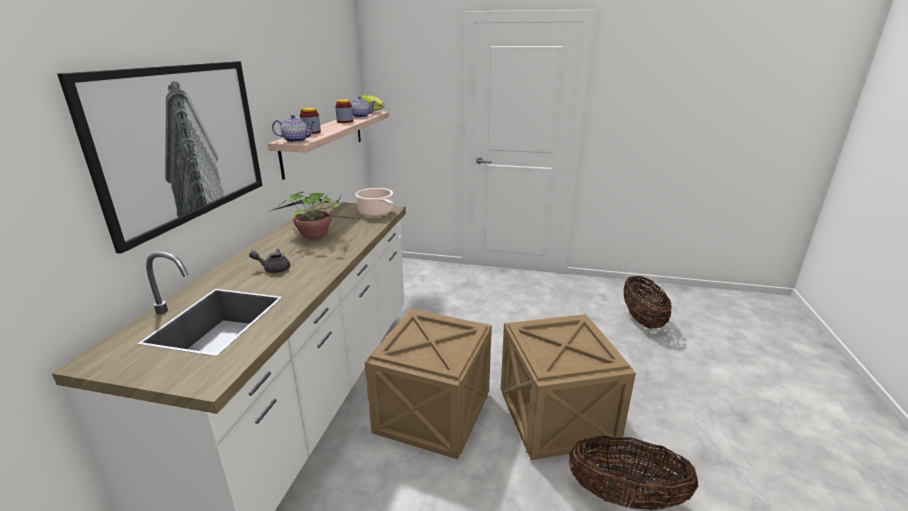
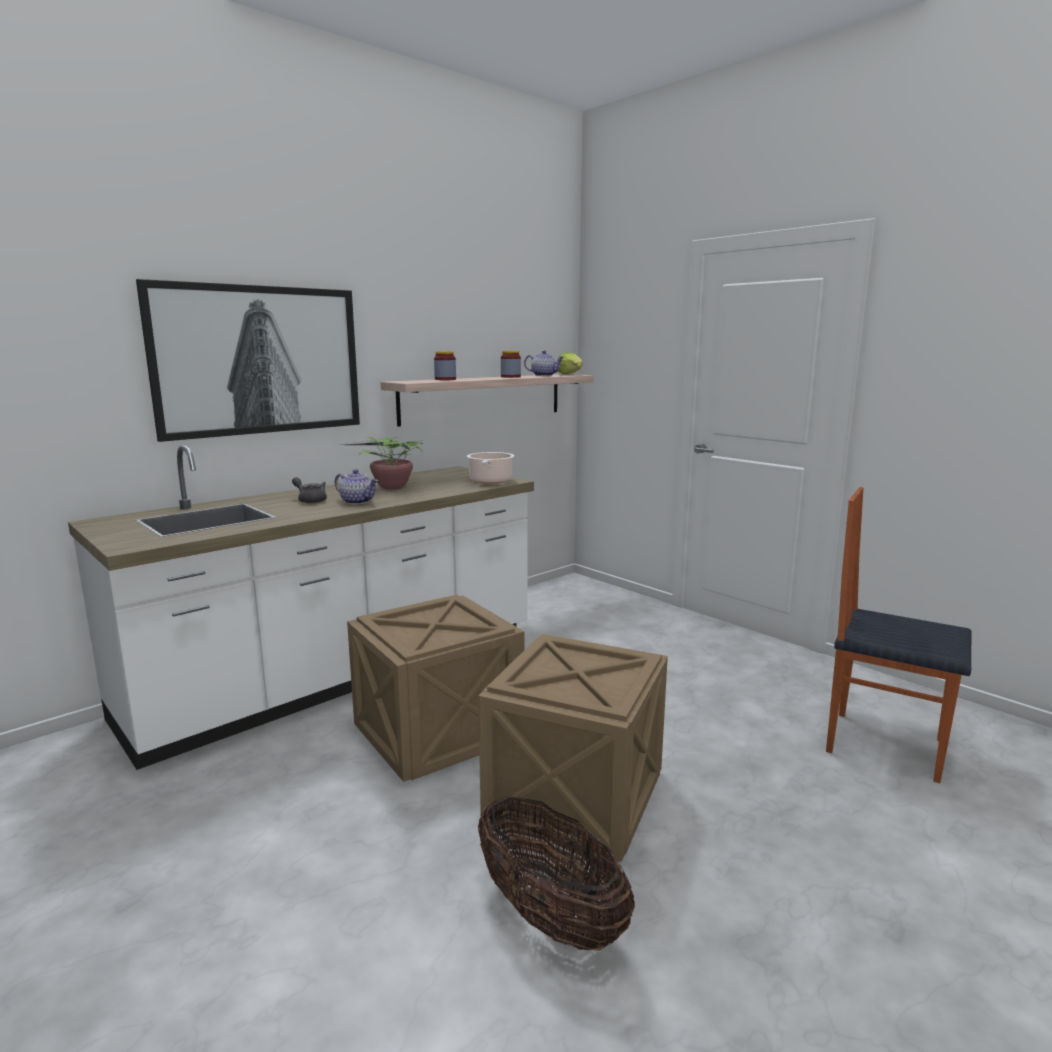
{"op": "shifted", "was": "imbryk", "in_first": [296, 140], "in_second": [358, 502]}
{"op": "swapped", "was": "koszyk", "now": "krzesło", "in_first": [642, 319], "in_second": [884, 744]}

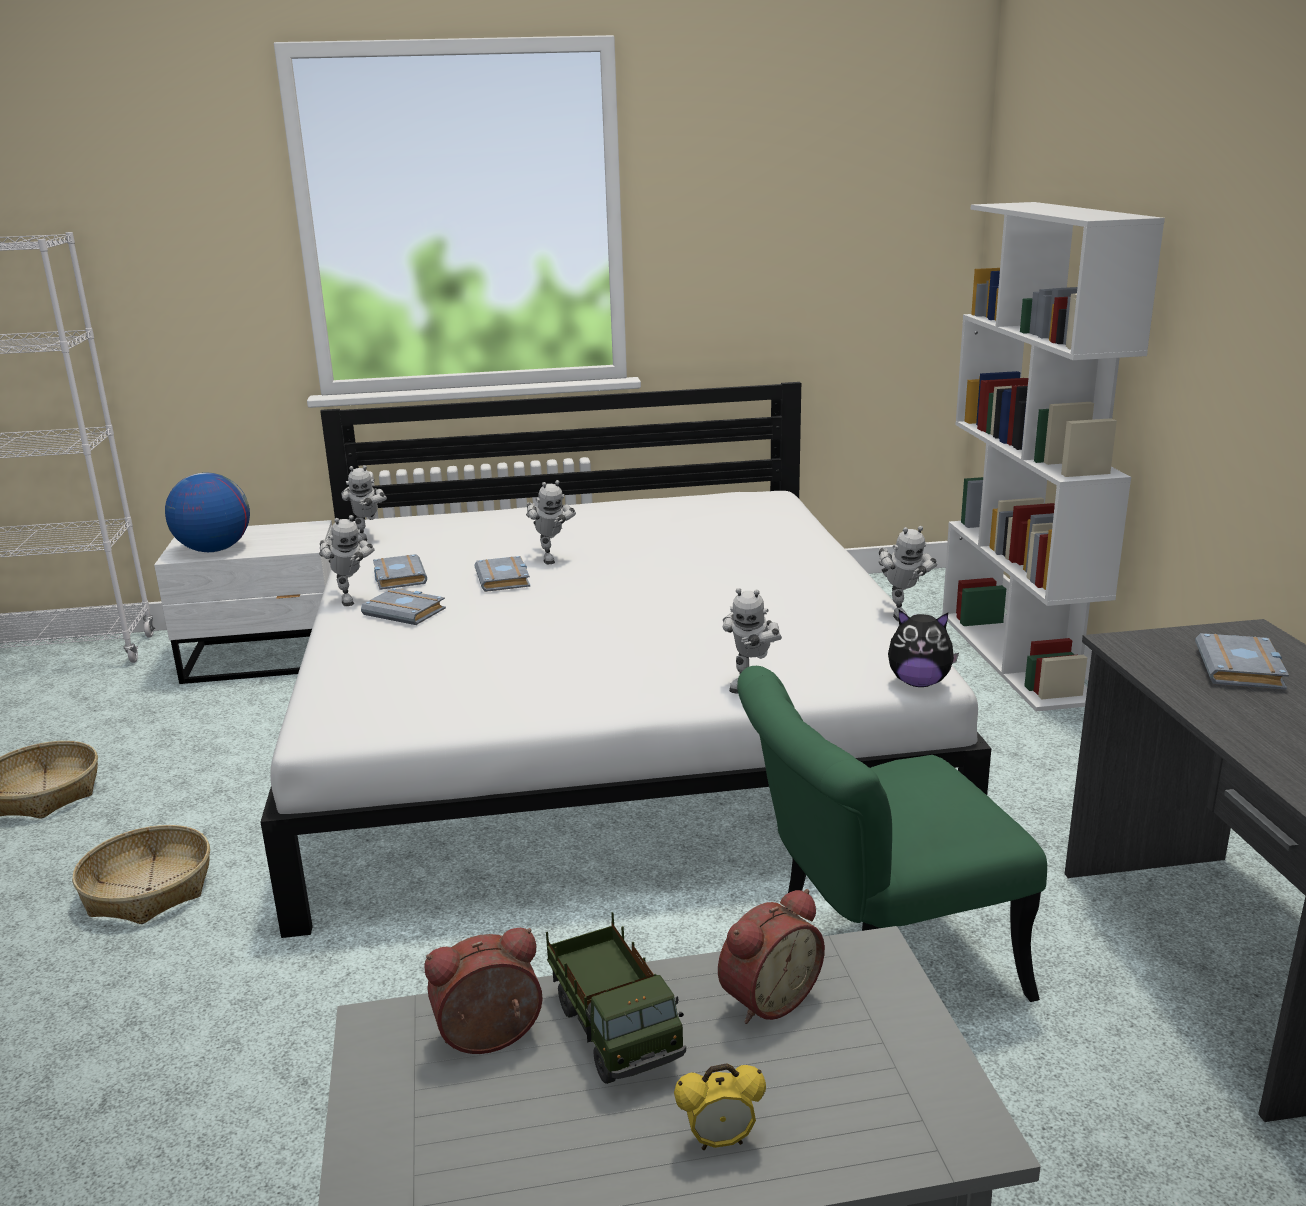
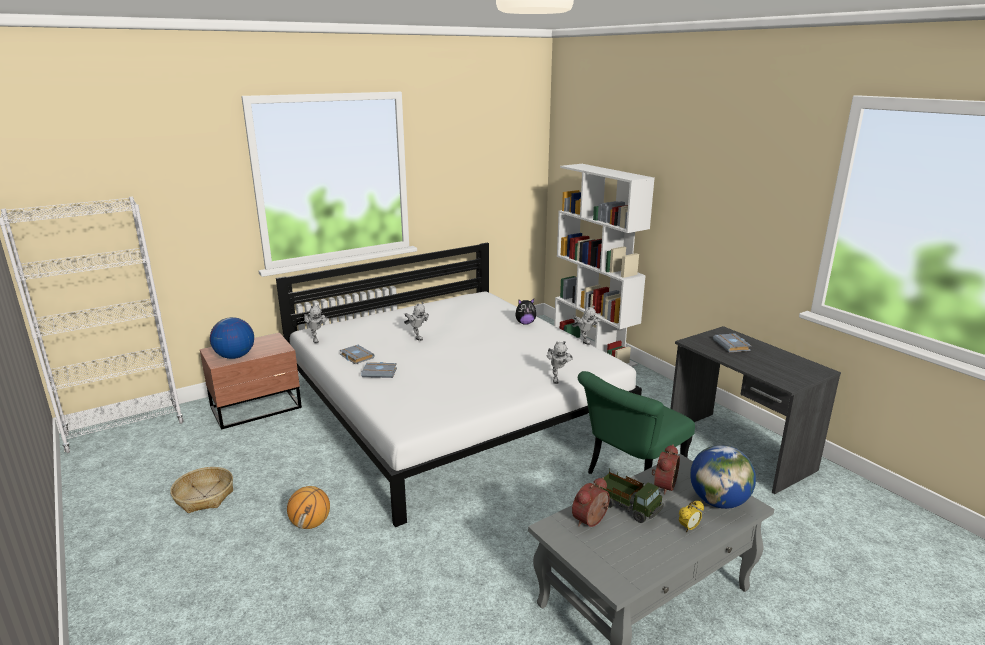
{"op": "gone", "was": "robot zabawkowy", "in_first": [349, 598]}
{"op": "gone", "was": "książka [szary]", "in_first": [505, 579]}
{"op": "new", "now": "globus", "in_second": [718, 501]}
{"op": "shifted", "was": "pluszak", "in_first": [919, 683], "in_second": [525, 323]}
{"op": "swapped", "was": "koszyk", "now": "piłka do koszykówki", "in_first": [149, 889], "in_second": [311, 524]}
{"op": "repainted", "was": "szafka nocna [biały]", "now": "szafka nocna [brązowy]", "in_first": [268, 658], "in_second": [257, 408]}

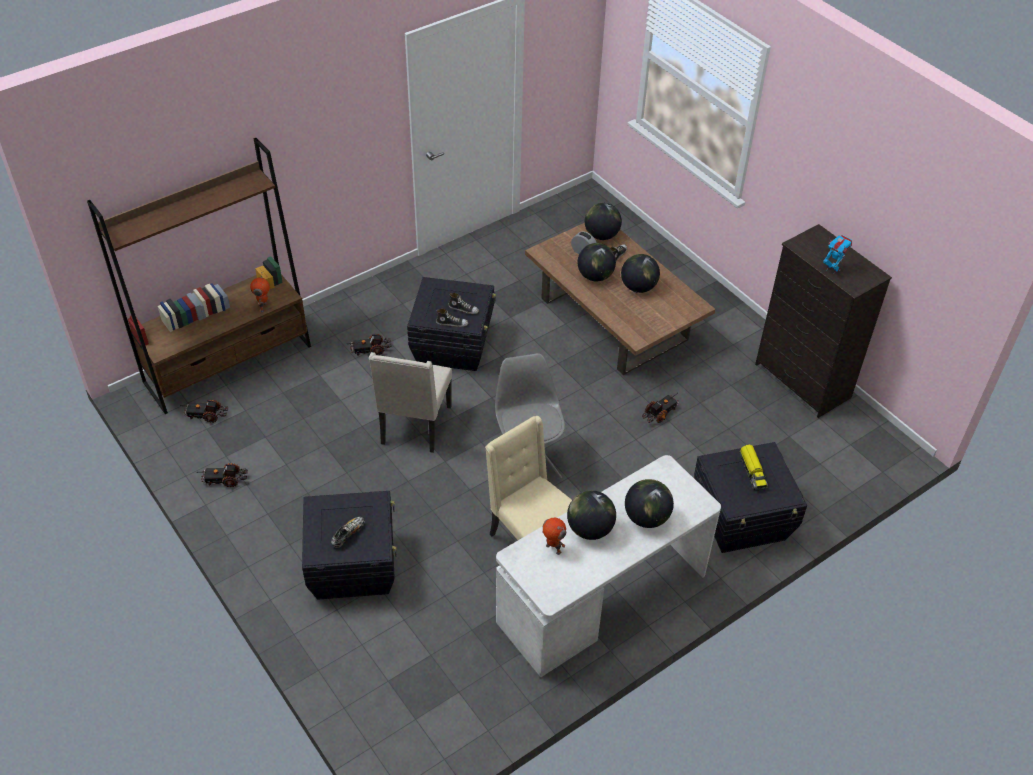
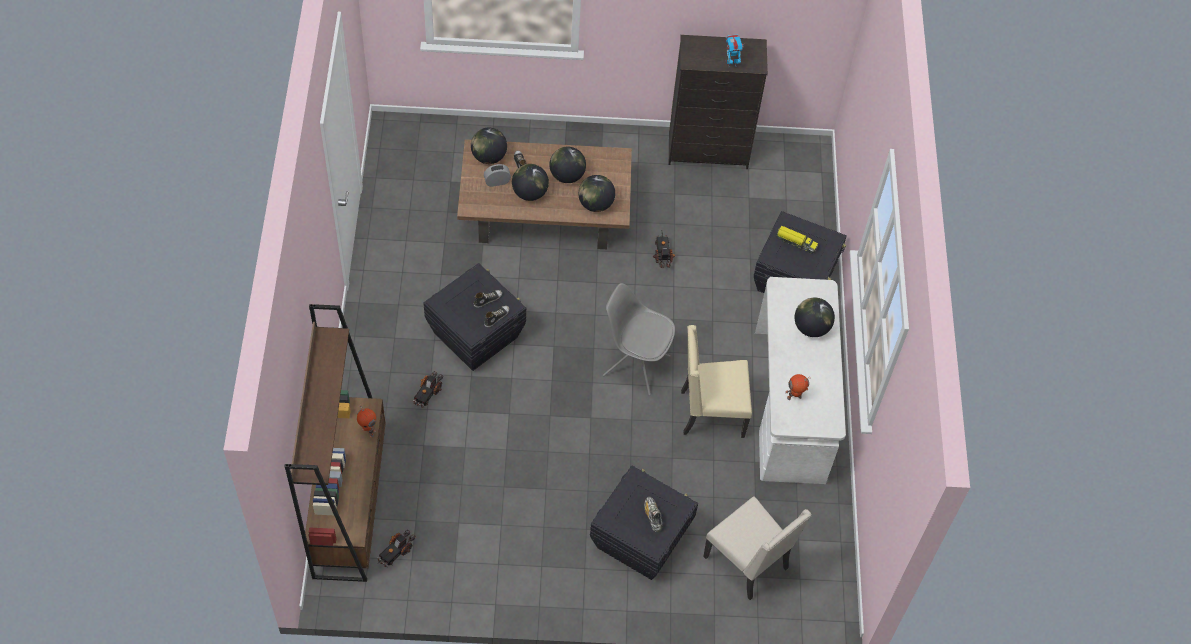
{"op": "gone", "was": "ciężarówka zabawkowa", "in_first": [225, 479]}
{"op": "shifted", "was": "krzesło [beżowy]", "in_first": [414, 426], "in_second": [748, 563]}
{"op": "shifted", "was": "globus", "in_first": [590, 529], "in_second": [596, 204]}

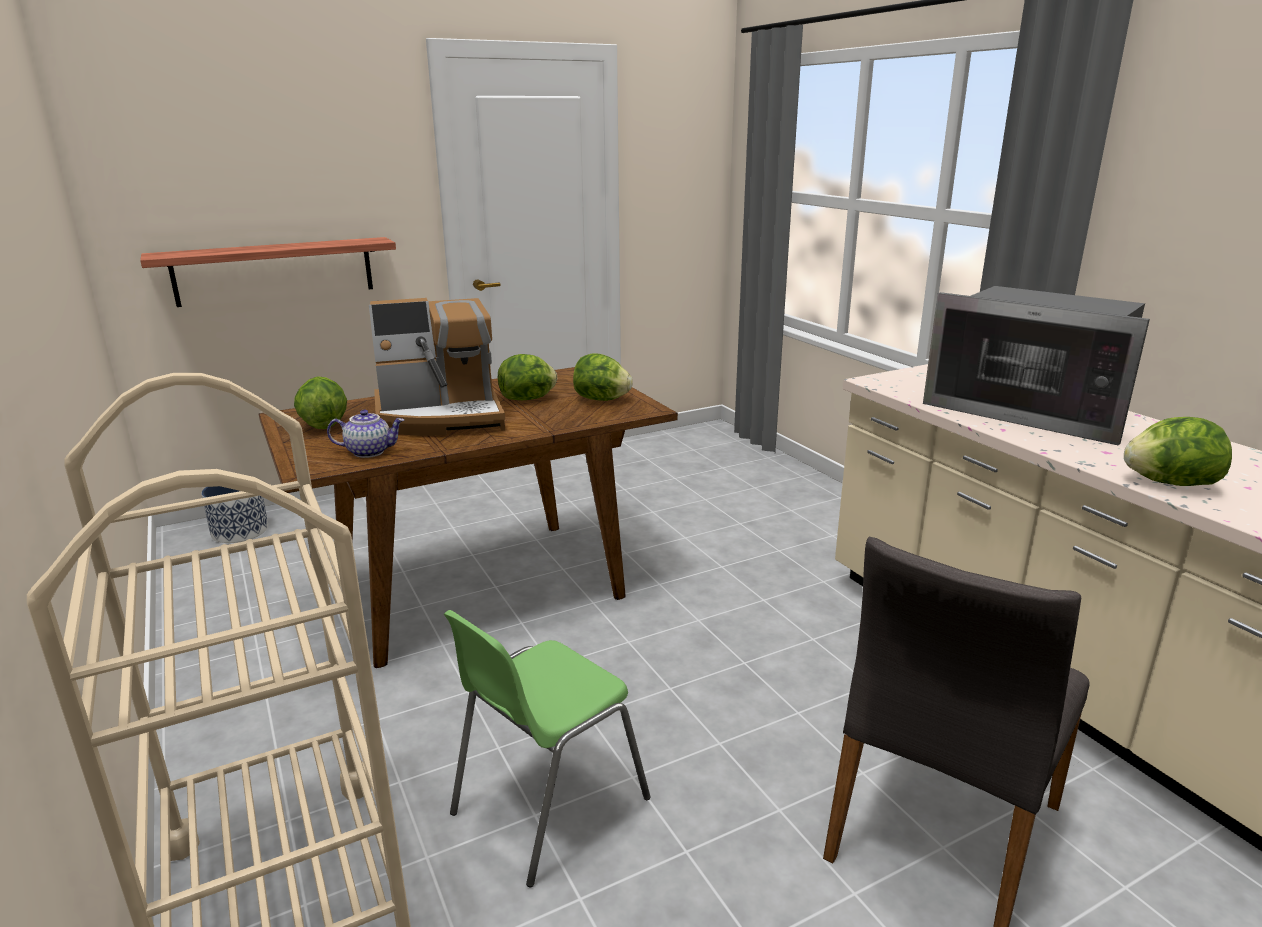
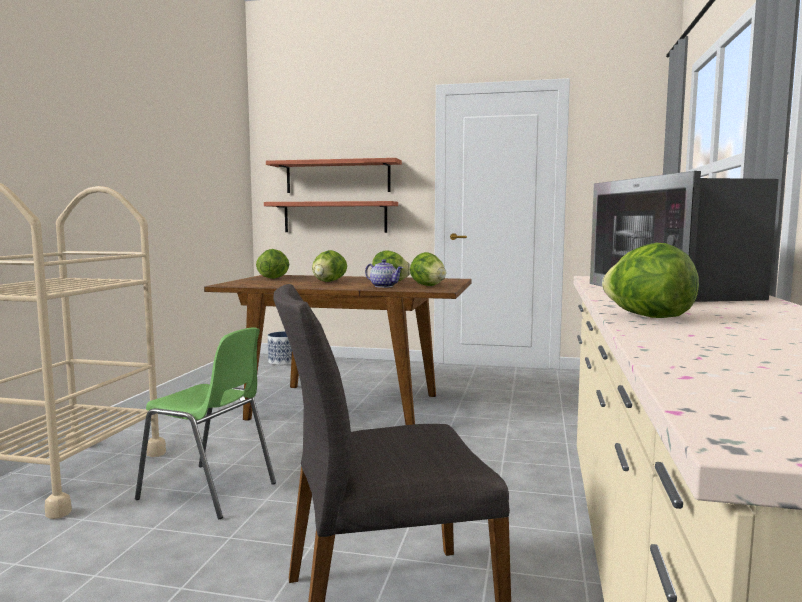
{"op": "new", "now": "półka", "in_second": [337, 177]}
{"op": "shifted", "was": "imbryk", "in_first": [370, 452], "in_second": [384, 286]}
{"op": "swapped", "was": "ekspres do kawy", "now": "sałata", "in_first": [441, 417], "in_second": [328, 281]}
{"op": "rotated", "was": "krzesło [zielony]", "in_first": [547, 805], "in_second": [209, 491], "clockwise": -150}

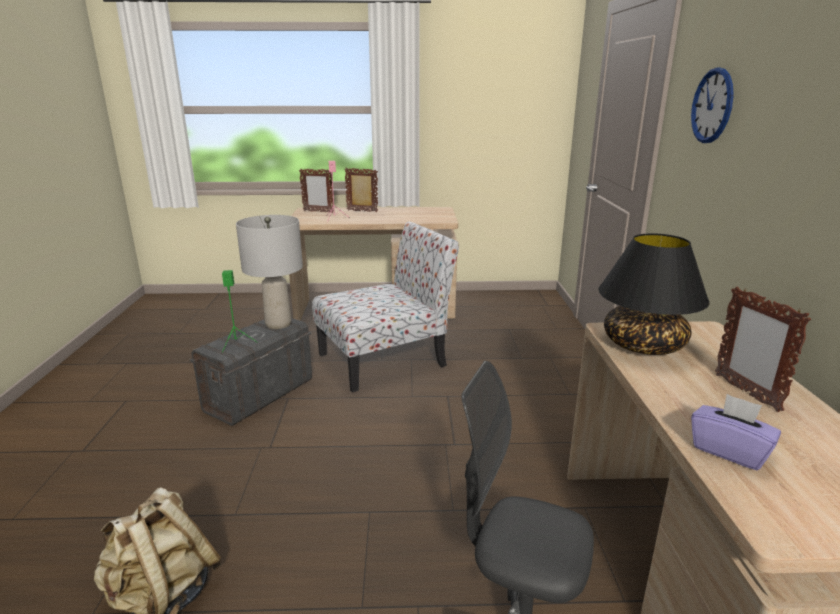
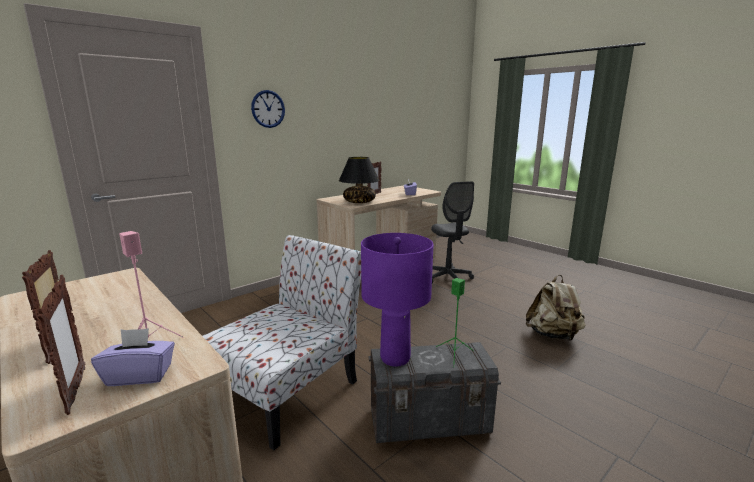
{"op": "new", "now": "pudełko chusteczek [fioletowy]", "in_second": [140, 375]}
{"op": "repainted", "was": "lampa stołowa [szary]", "now": "lampa stołowa [fioletowy]", "in_first": [278, 324], "in_second": [395, 358]}
{"op": "rotated", "was": "krzesło", "in_first": [385, 359], "in_second": [288, 390], "clockwise": 105}

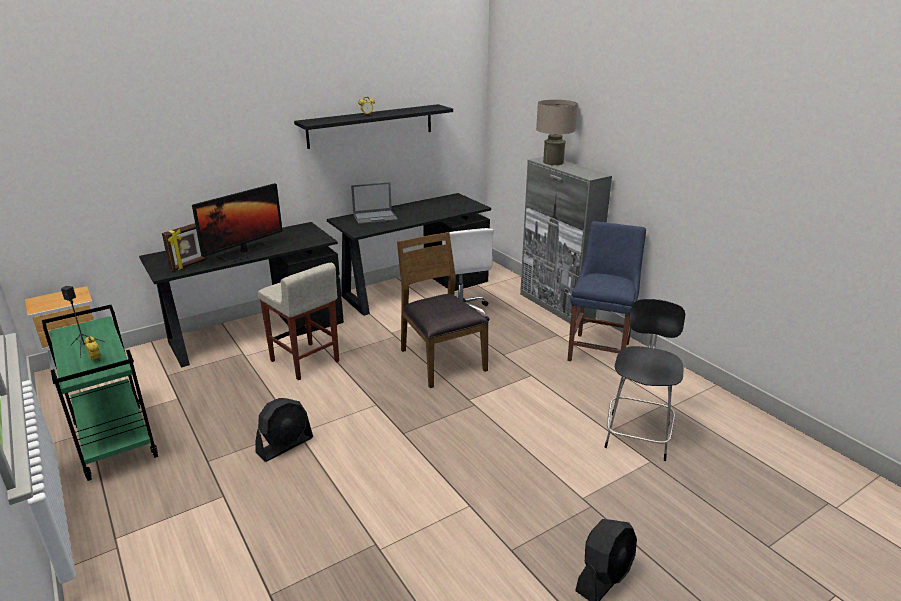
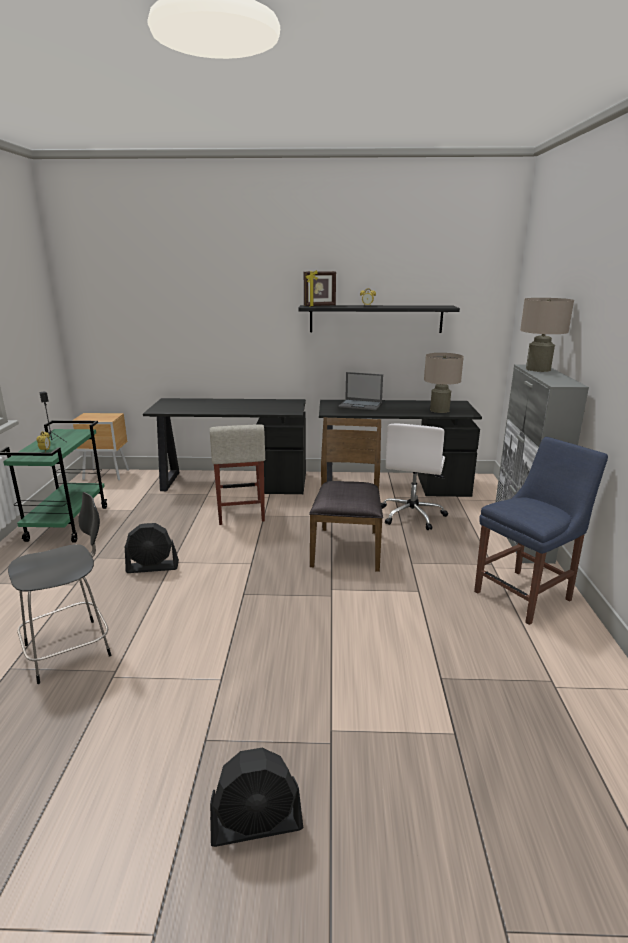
{"op": "gone", "was": "monitor", "in_first": [245, 252]}
{"op": "new", "now": "lampa stołowa [beżowy]", "in_second": [439, 410]}
{"op": "shifted", "was": "ramka na zdjęcie", "in_first": [189, 265], "in_second": [319, 306]}
{"op": "shifted", "was": "krzesło [czarny]", "in_first": [637, 434], "in_second": [71, 649]}

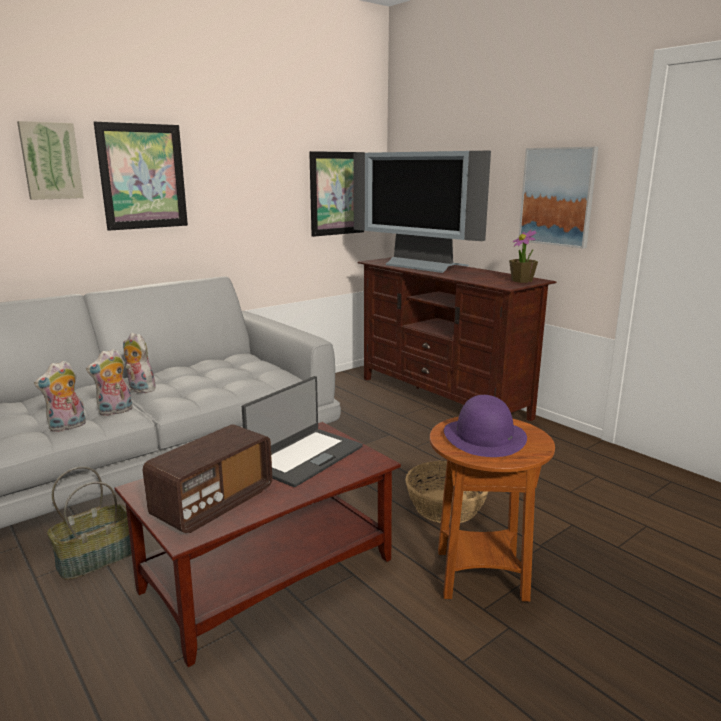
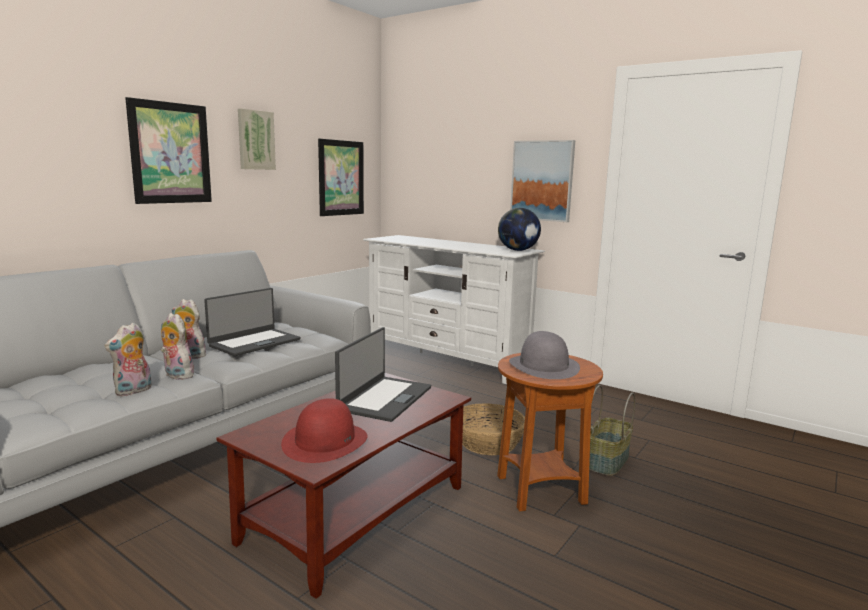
{"op": "gone", "was": "telewizor", "in_first": [424, 266]}
{"op": "new", "now": "laptop", "in_second": [254, 342]}
{"op": "shifted", "was": "obraz", "in_first": [50, 161], "in_second": [255, 140]}
{"op": "shifted", "was": "koszyk", "in_first": [96, 558], "in_second": [606, 461]}
{"op": "swapped", "was": "radio", "now": "kapelusz [czerwony]", "in_first": [213, 504], "in_second": [325, 441]}
{"op": "swapped", "was": "roślina doniczkowa", "now": "globus", "in_first": [522, 281], "in_second": [518, 250]}
{"op": "repainted", "was": "szafka pod telewizor [brązowy]", "now": "szafka pod telewizor [biały]", "in_first": [443, 397], "in_second": [446, 358]}
{"op": "repainted", "was": "kapelusz [fioletowy]", "now": "kapelusz [szary]", "in_first": [484, 437], "in_second": [544, 366]}
{"op": "rotated", "was": "pluszak", "in_first": [115, 412], "in_second": [176, 375], "clockwise": 90}

